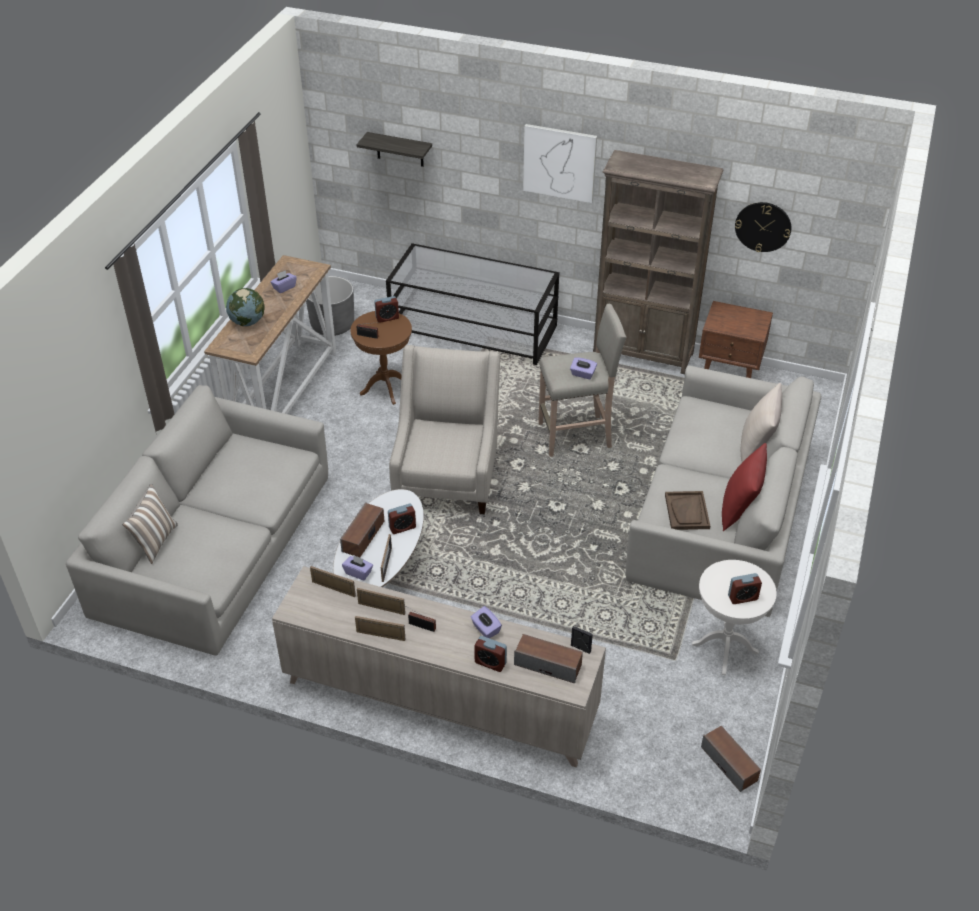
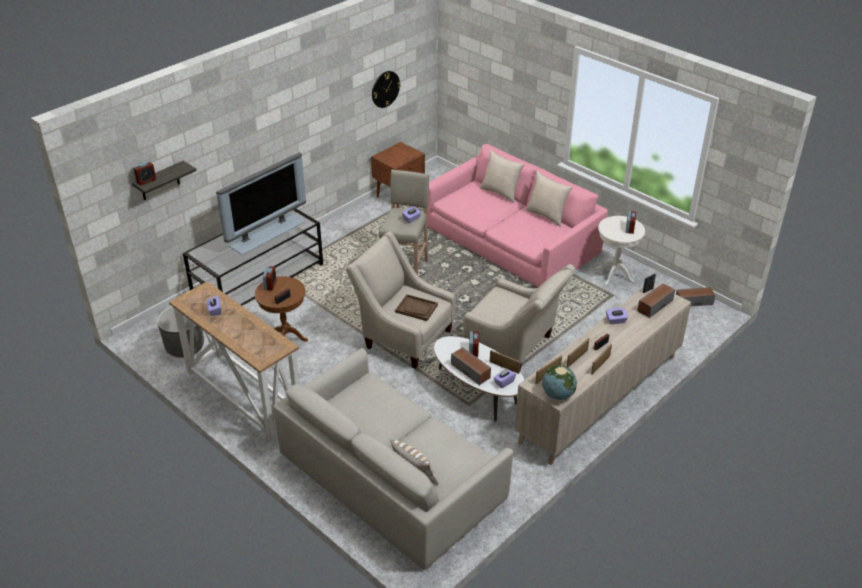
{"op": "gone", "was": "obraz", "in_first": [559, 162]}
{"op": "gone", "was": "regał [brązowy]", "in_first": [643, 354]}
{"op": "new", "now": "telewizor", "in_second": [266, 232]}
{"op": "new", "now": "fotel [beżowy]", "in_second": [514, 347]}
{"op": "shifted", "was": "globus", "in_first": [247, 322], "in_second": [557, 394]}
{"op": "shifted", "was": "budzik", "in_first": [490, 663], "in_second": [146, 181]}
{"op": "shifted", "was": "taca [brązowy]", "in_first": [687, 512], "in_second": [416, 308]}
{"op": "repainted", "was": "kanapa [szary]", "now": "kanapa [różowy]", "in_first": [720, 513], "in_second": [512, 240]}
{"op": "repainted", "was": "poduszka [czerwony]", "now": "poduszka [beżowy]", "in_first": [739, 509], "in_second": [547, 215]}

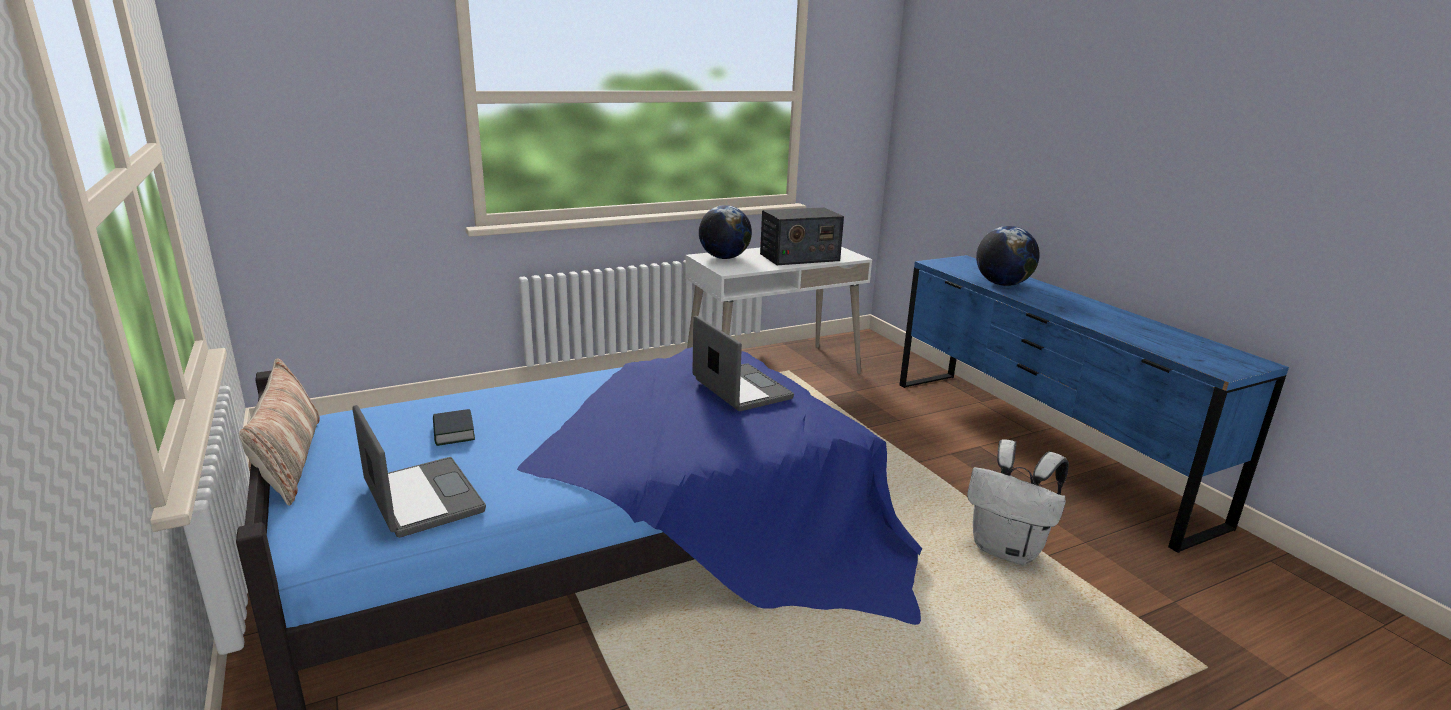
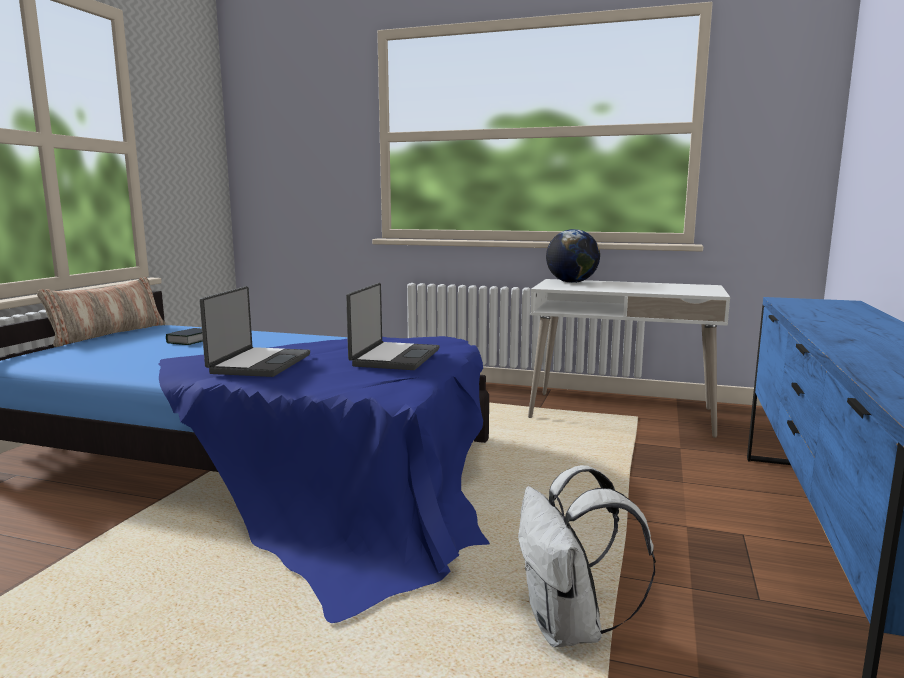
{"op": "gone", "was": "radio", "in_first": [799, 257]}
{"op": "gone", "was": "globus", "in_first": [1002, 284]}
{"op": "shifted", "was": "laptop", "in_first": [421, 499], "in_second": [259, 364]}

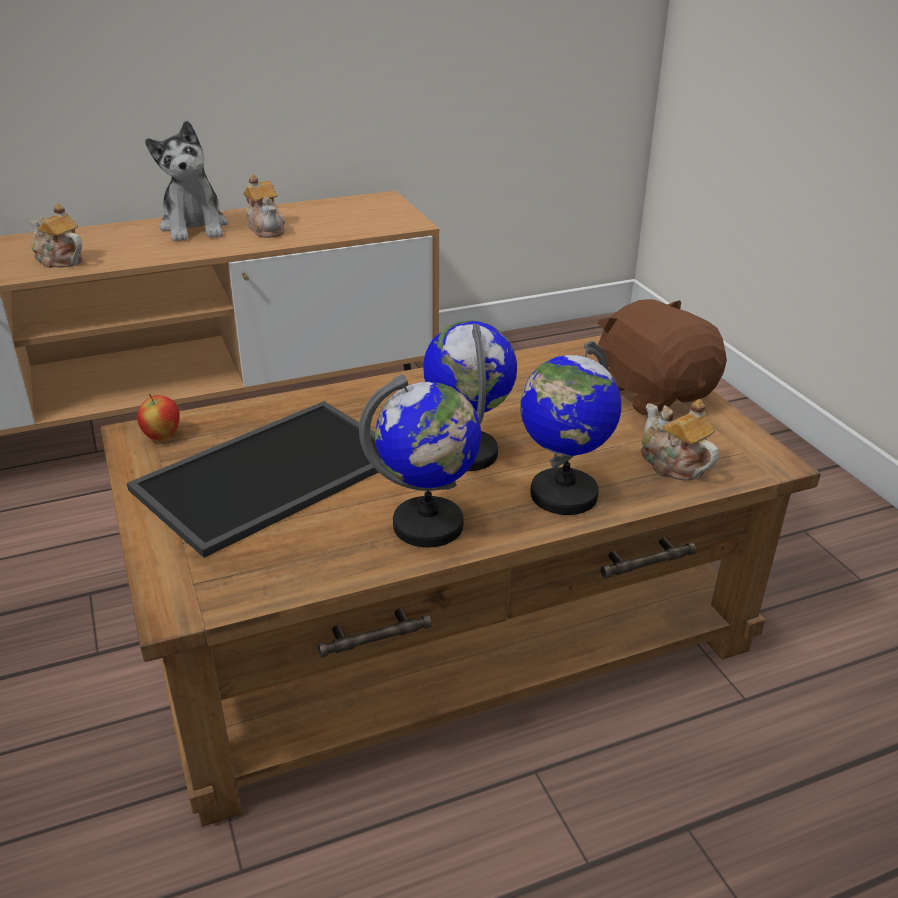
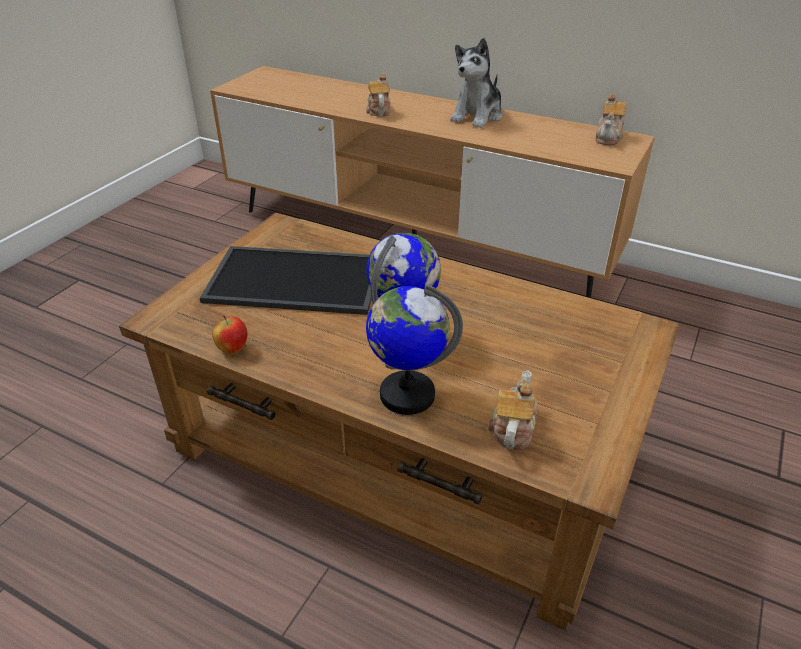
{"op": "gone", "was": "globus", "in_first": [428, 526]}
{"op": "gone", "was": "pluszak [brązowy]", "in_first": [654, 392]}
{"op": "shifted", "was": "jabłko", "in_first": [162, 437], "in_second": [233, 349]}
{"op": "shifted", "was": "imbryk", "in_first": [266, 229], "in_second": [608, 137]}

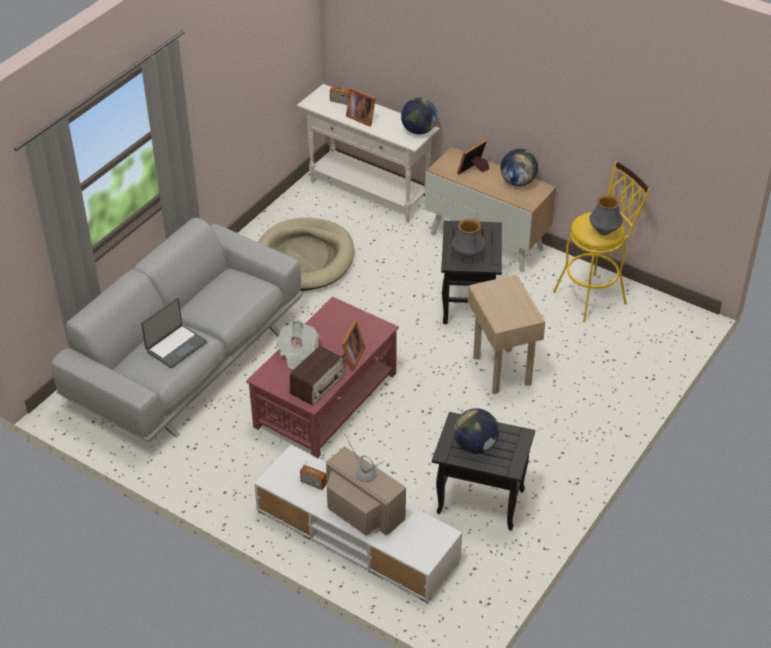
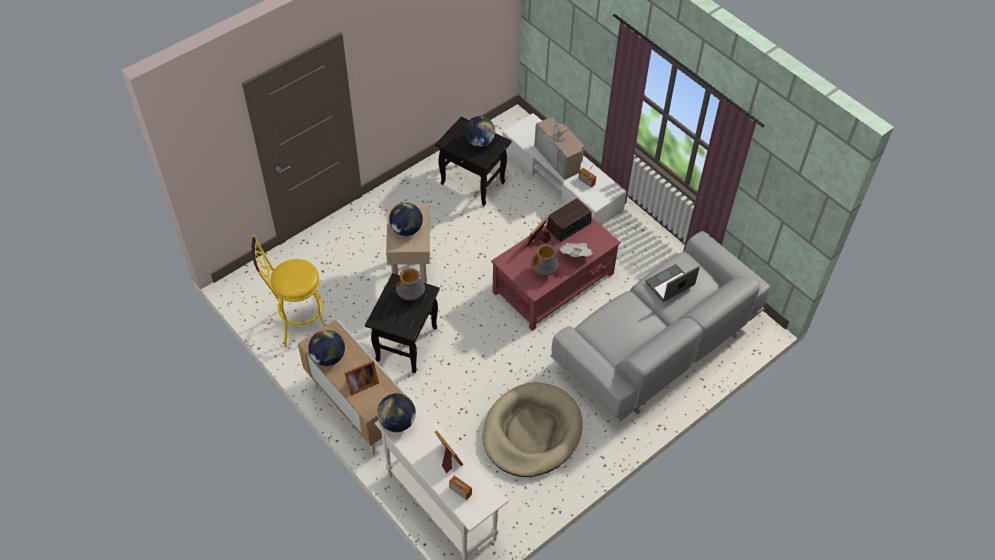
{"op": "new", "now": "globus", "in_second": [406, 229]}
{"op": "shifted", "was": "wazon", "in_first": [604, 231], "in_second": [544, 272]}

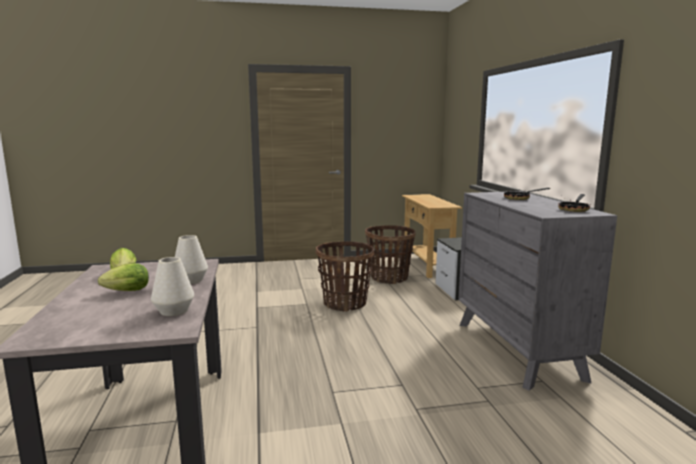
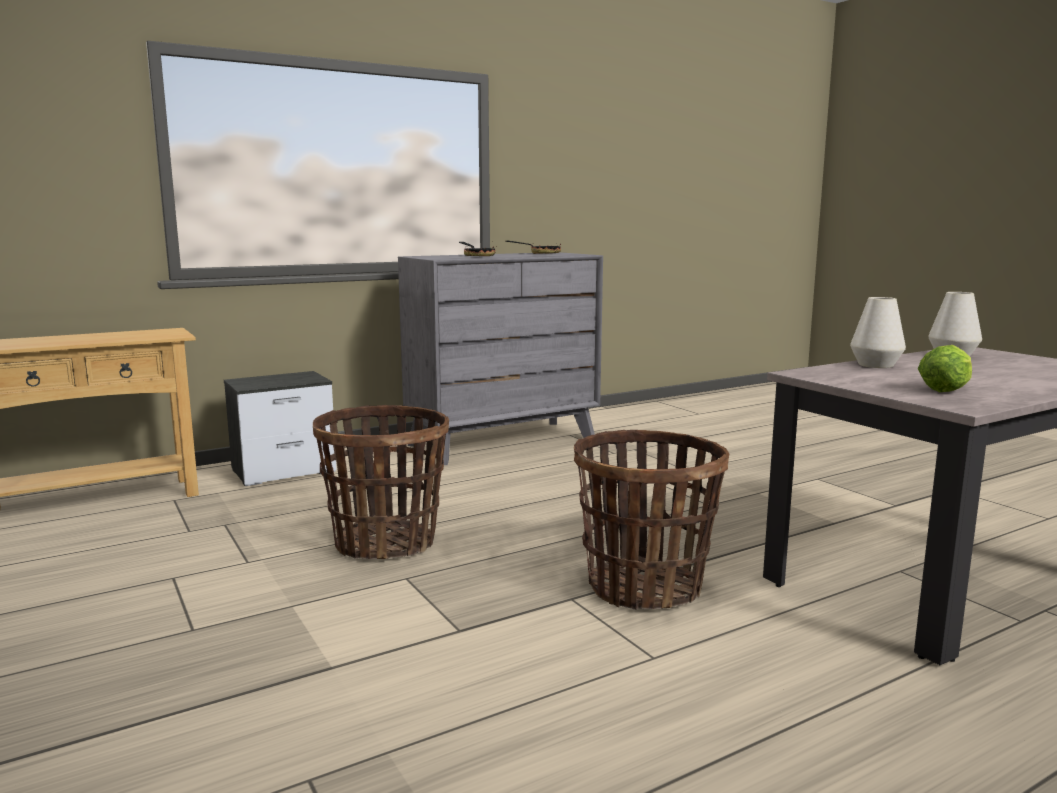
{"op": "gone", "was": "sałata", "in_first": [124, 292]}
{"op": "shifted", "was": "koszyk", "in_first": [389, 278], "in_second": [645, 587]}

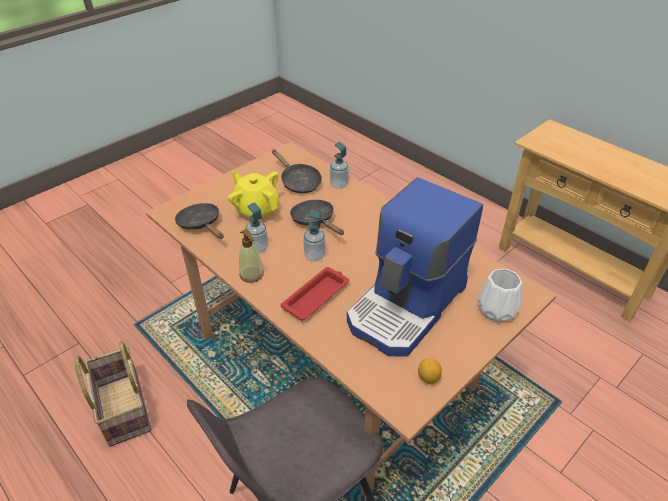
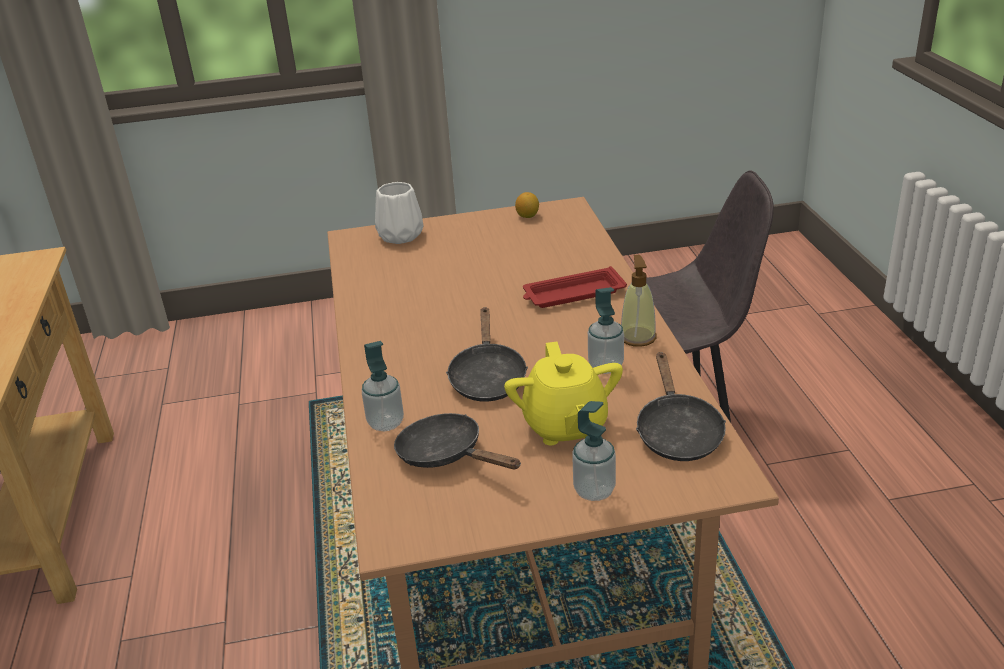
{"op": "gone", "was": "koszyk", "in_first": [122, 408]}
{"op": "gone", "was": "ekspres do kawy", "in_first": [407, 306]}
{"op": "shifted", "was": "dozownik mydła", "in_first": [314, 256], "in_second": [594, 491]}
{"op": "rotated", "was": "patelnia [czarny]", "in_first": [298, 182], "in_second": [446, 455], "clockwise": -45}

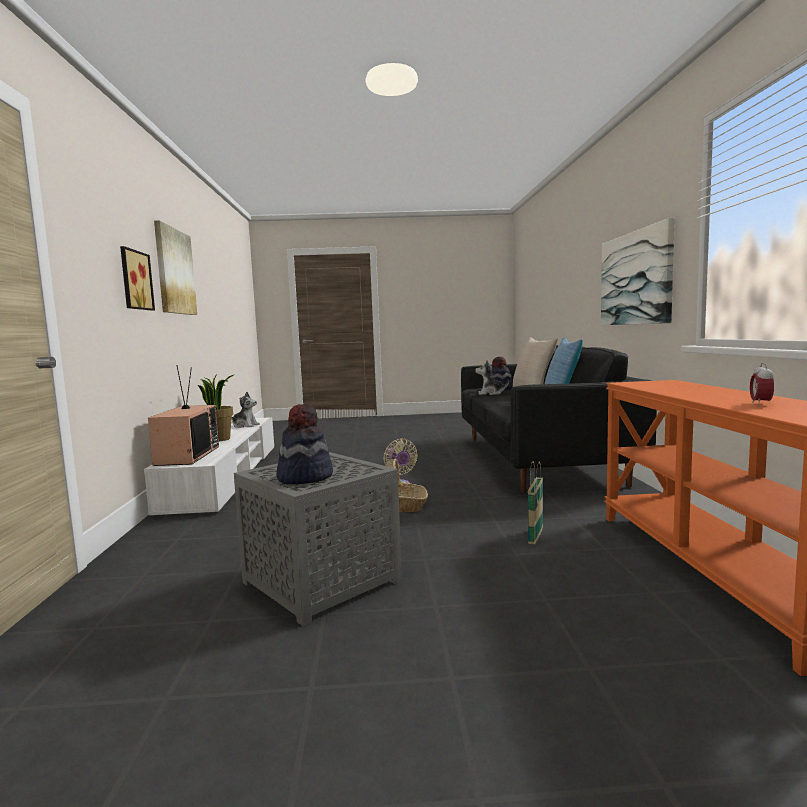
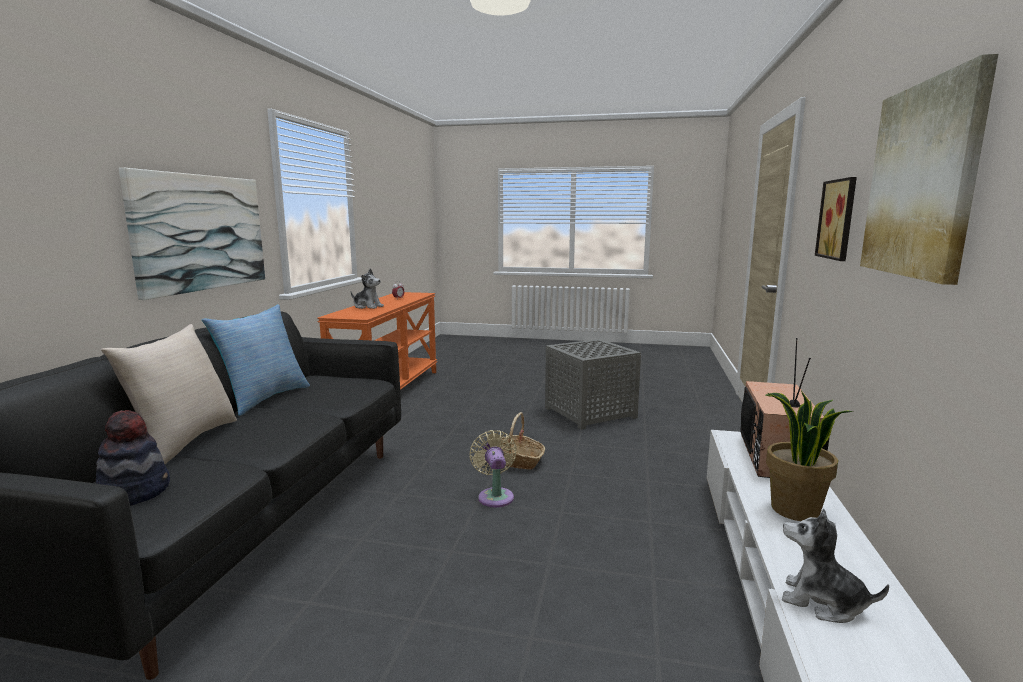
{"op": "gone", "was": "kapelusz", "in_first": [304, 477]}
{"op": "gone", "was": "koszyk", "in_first": [535, 537]}
{"op": "shifted", "was": "pluszak", "in_first": [491, 393], "in_second": [367, 307]}

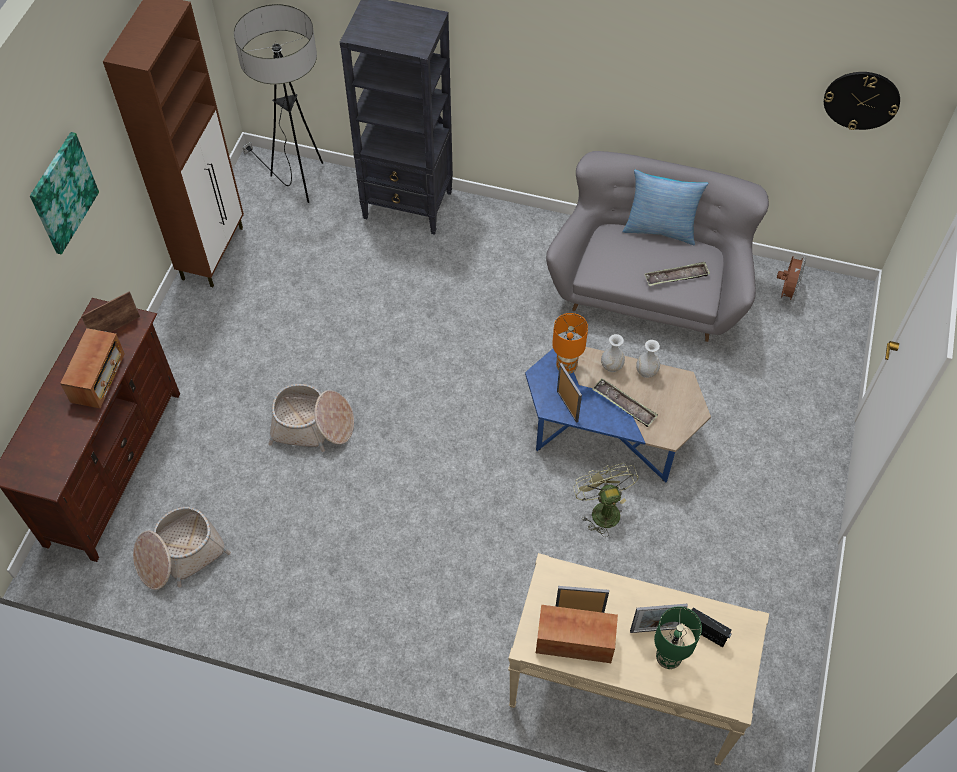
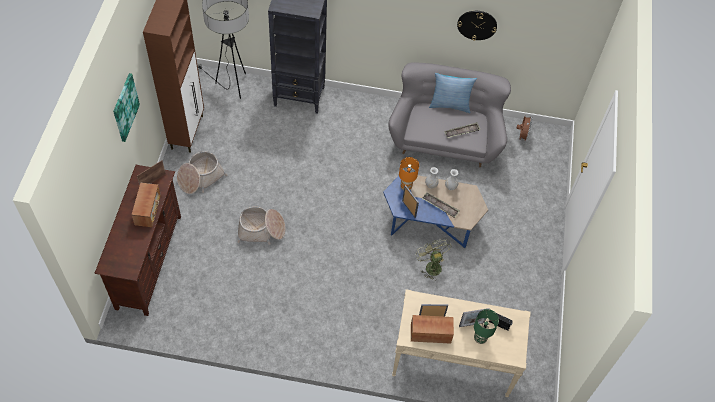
{"op": "shifted", "was": "koszyk", "in_first": [180, 555], "in_second": [200, 177]}
{"op": "shifted", "was": "zegar ścienny", "in_first": [861, 100], "in_second": [477, 24]}

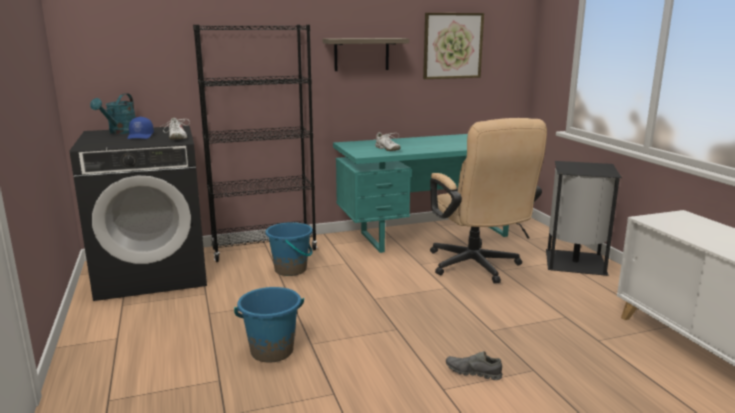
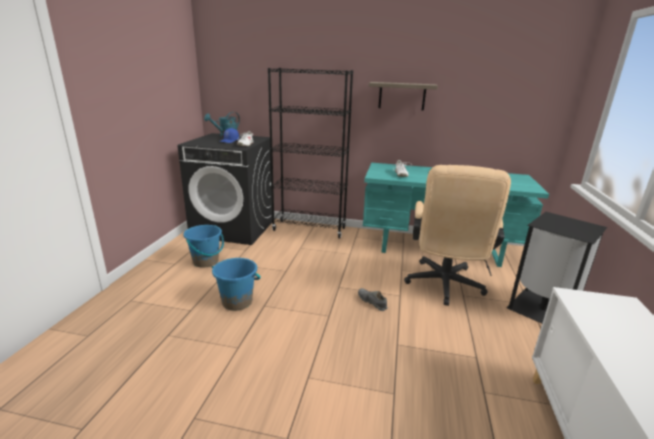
{"op": "gone", "was": "obraz", "in_first": [452, 46]}
{"op": "shifted", "was": "wiadro [niebieski]", "in_first": [291, 270], "in_second": [206, 261]}
{"op": "shifted", "was": "but [szary]", "in_first": [473, 372], "in_second": [372, 302]}

